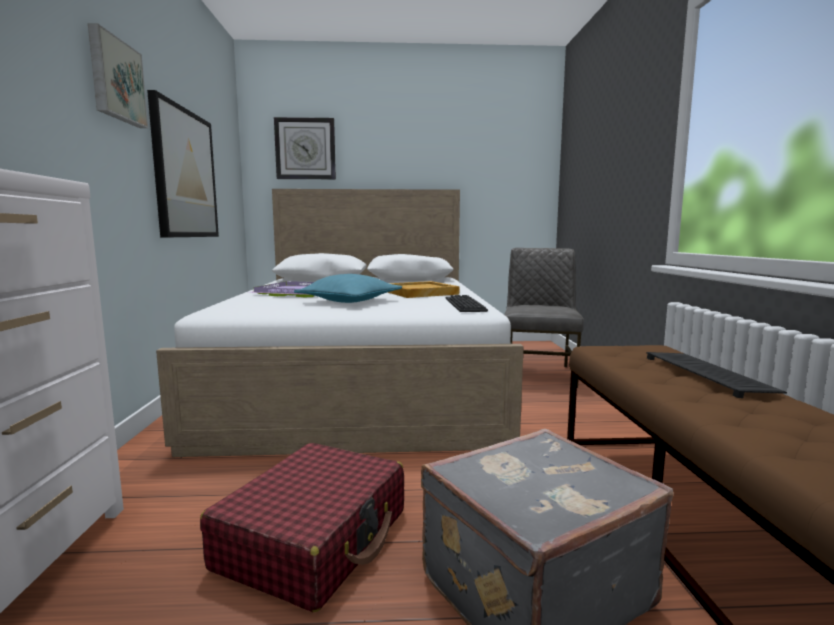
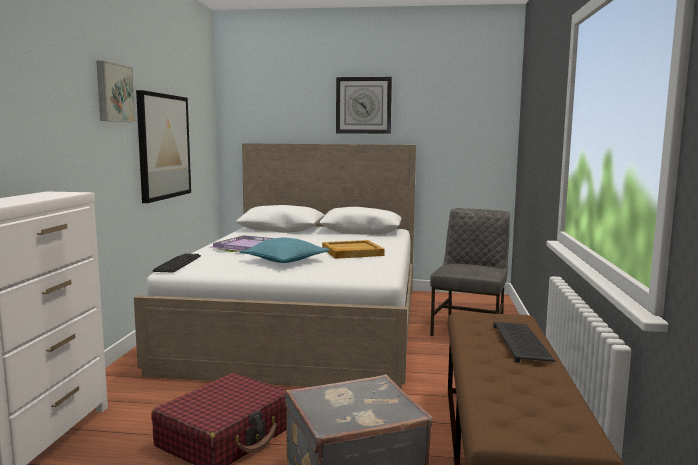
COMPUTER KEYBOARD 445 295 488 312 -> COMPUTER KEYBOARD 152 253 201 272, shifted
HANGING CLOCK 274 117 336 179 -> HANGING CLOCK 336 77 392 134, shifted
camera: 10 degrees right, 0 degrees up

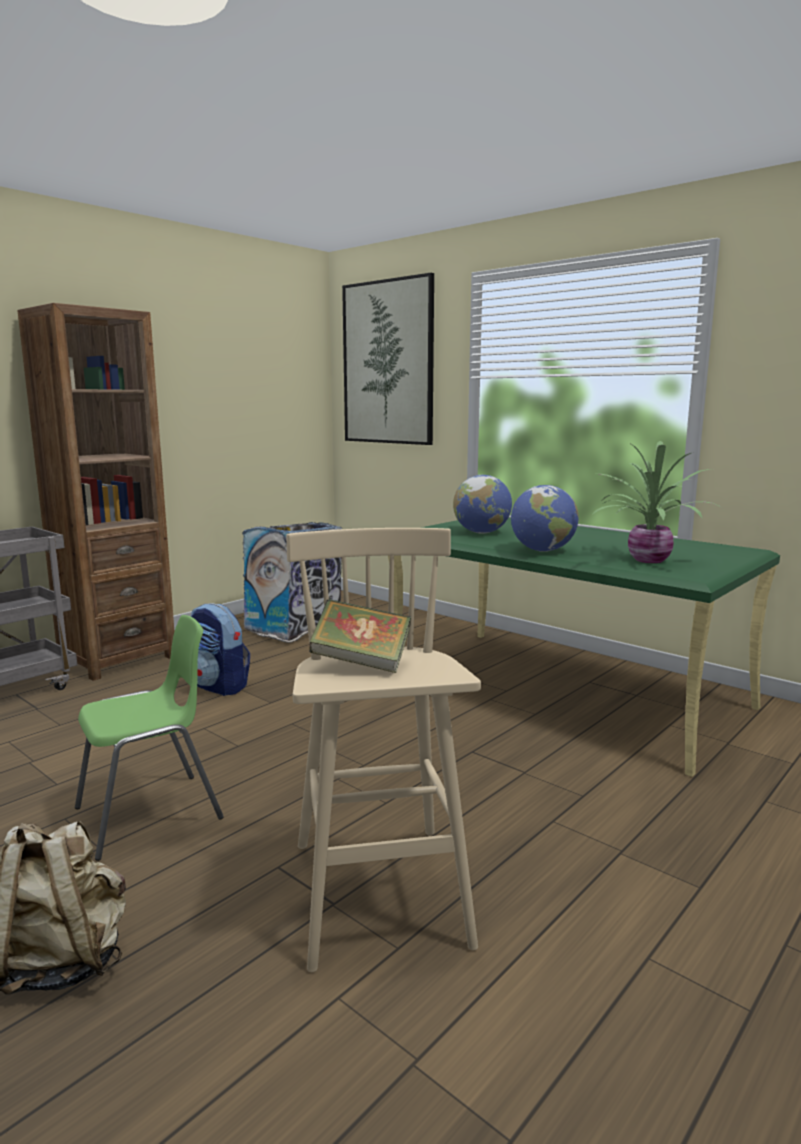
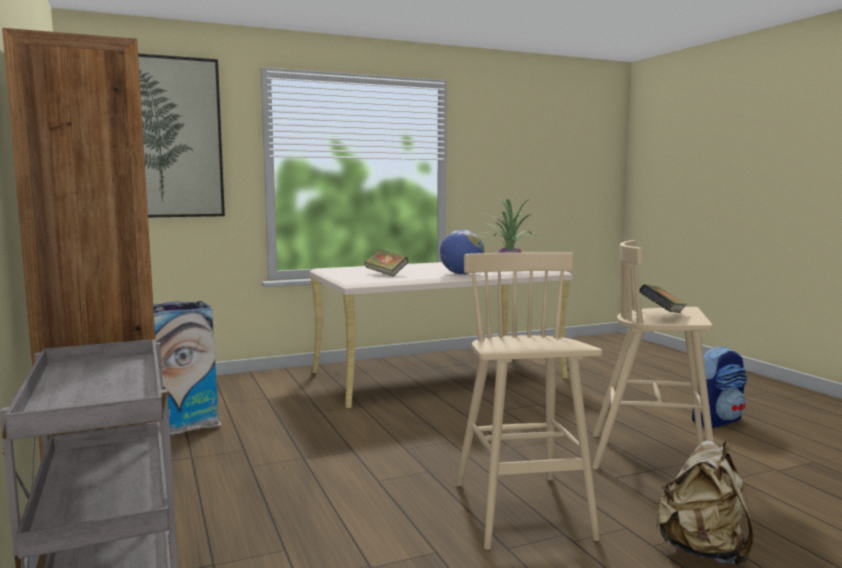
GREEN DESK TABLE 388 518 780 777 -> BEIGE DESK TABLE 310 262 572 408
GLOBE 453 475 512 534 -> BOOK 365 249 408 277
GREEN UPRIGHT CHAIR 75 615 224 861 -> BEIGE STOOL 456 252 602 550
RUCKSACK 191 603 250 696 -> RUCKSACK 692 346 748 428, shifted
camera: 65 degrees left, 5 degrees down

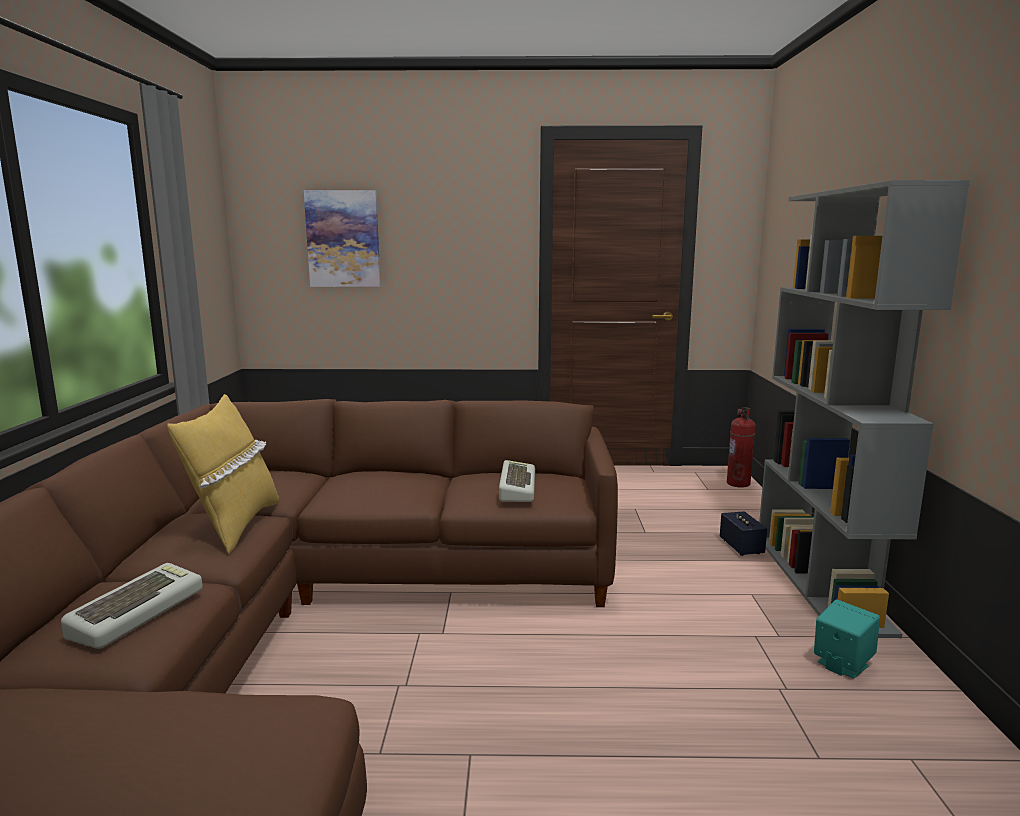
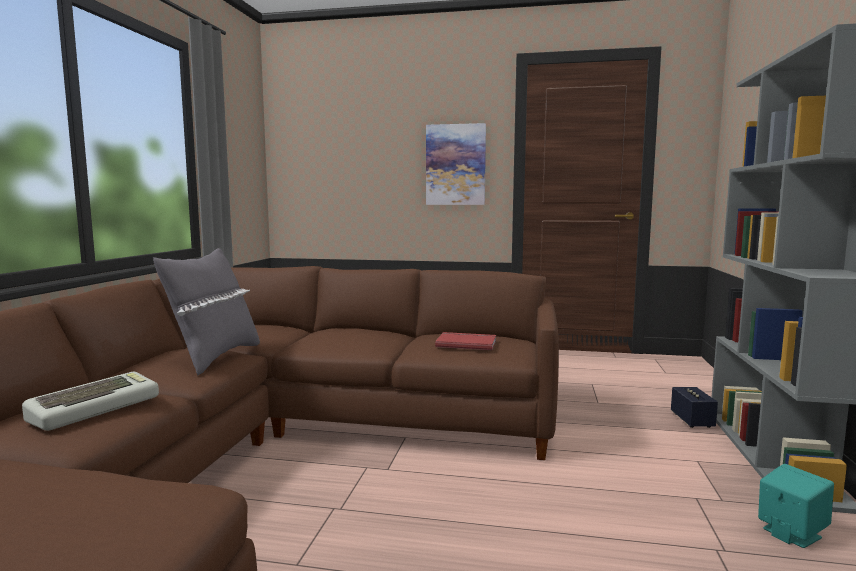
YELLOW-COLOURED THROW PILLOW 167 394 279 554 -> GREYISH THROW PILLOW 153 248 260 375
PICTURE 304 190 381 287 -> PICTURE 426 123 486 205, shifted
COMPUTER KEYBOARD 499 460 535 502 -> RED-COLOURED BOOK 435 332 496 350
EXTINGUISHER 727 407 755 488 -> none
camera: 10 degrees right, 5 degrees down

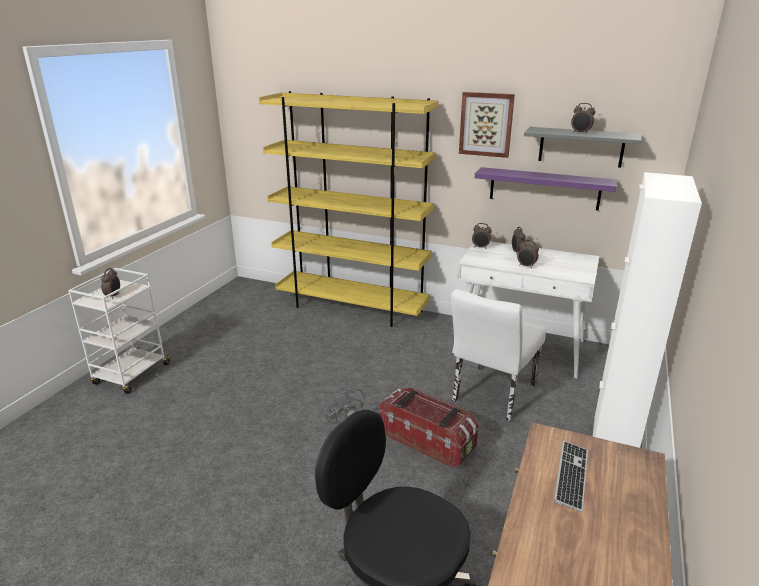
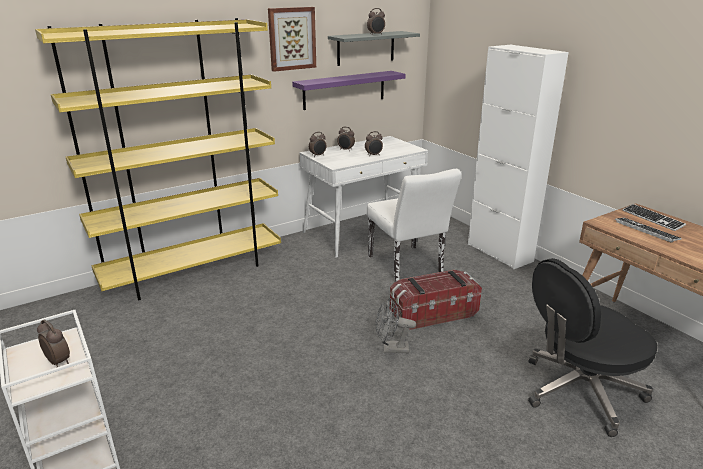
none -> COMPUTER KEYBOARD 622 204 686 231
camera: 55 degrees left, 0 degrees up

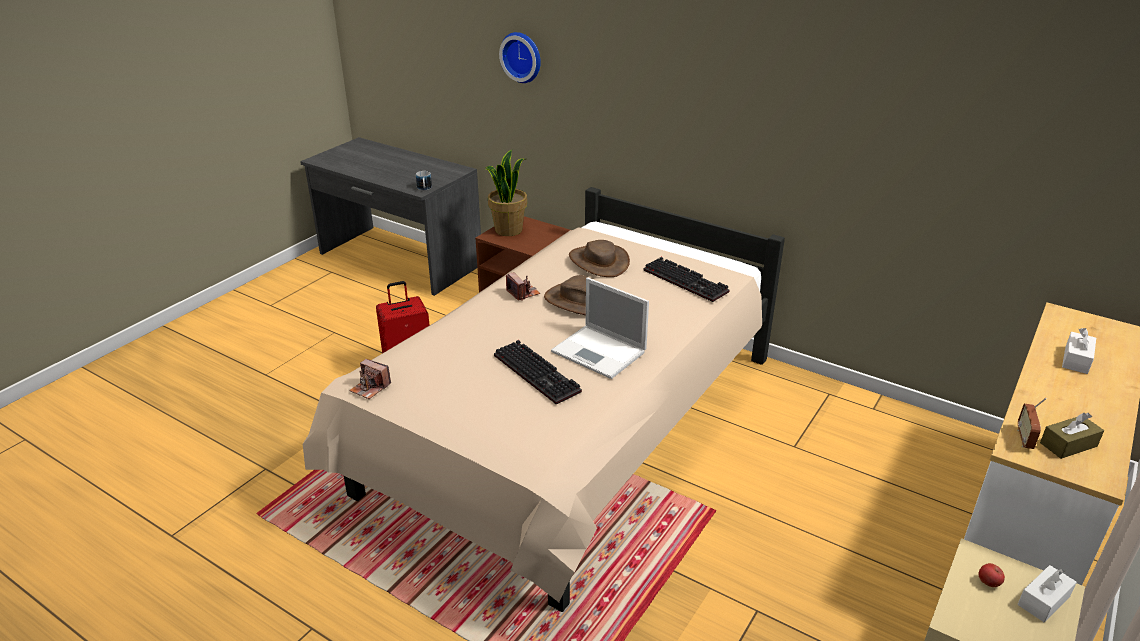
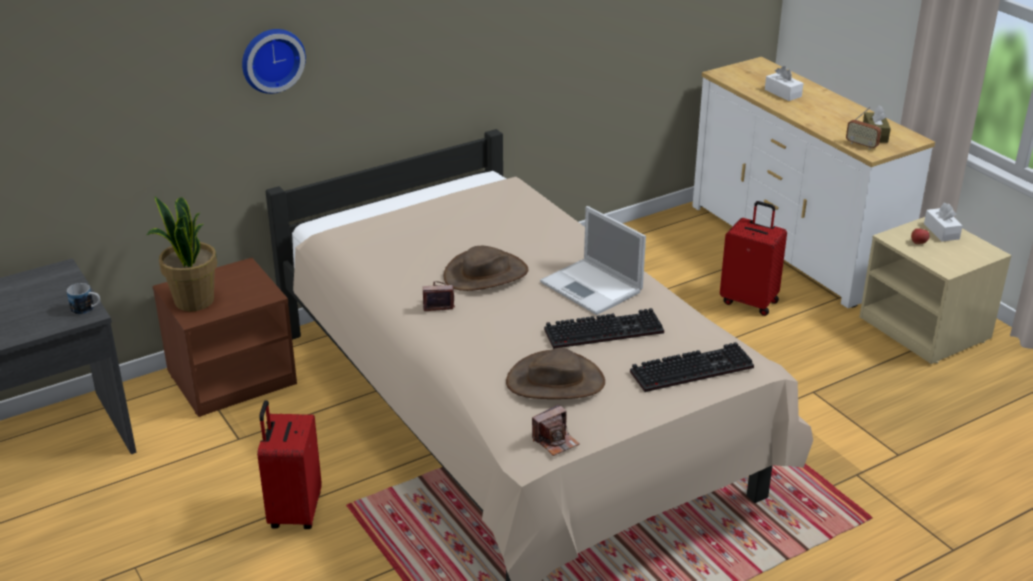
HANGING CLOCK 499 32 541 83 -> HANGING CLOCK 242 29 306 94, shifted
BROWN-COLOURED CLOTHING HAT 569 240 630 277 -> BROWN-COLOURED CLOTHING HAT 506 348 605 399, shifted
PORTABLE COMPUTER 551 278 649 379 -> PORTABLE COMPUTER 540 206 646 315, 75 degrees clockwise
COMPUTER KEYBOARD 644 257 729 302 -> COMPUTER KEYBOARD 630 342 754 392, shifted
none -> RED-COLOURED PIECE OF LUGGAGE 720 201 787 316
camera: 65 degrees left, 0 degrees up

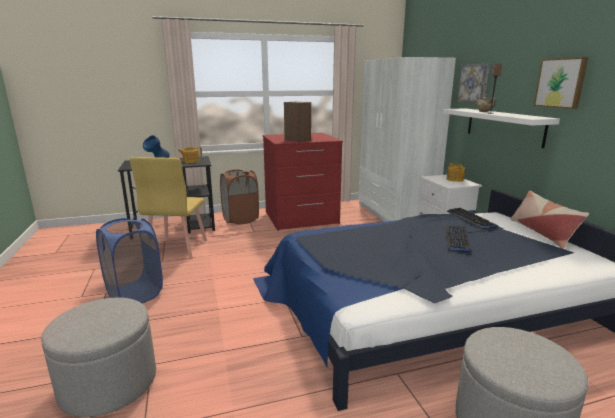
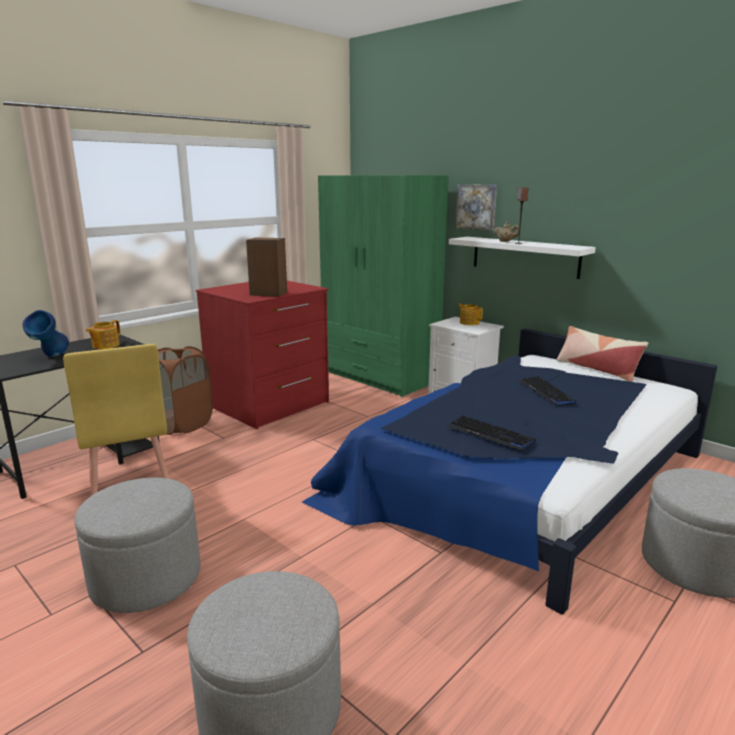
BLUE-COLOURED HAMPER 96 218 163 303 -> GREYISH POUFFE 74 478 200 613
WHITISH WARDROBE 358 57 456 222 -> GREEN WARDROBE 318 175 448 397
COMPUTER KEYBOARD 446 208 498 229 -> COMPUTER KEYBOARD 448 416 536 450, shifted
PICTURE 534 57 589 109 -> none
camera: 30 degrees left, 0 degrees up

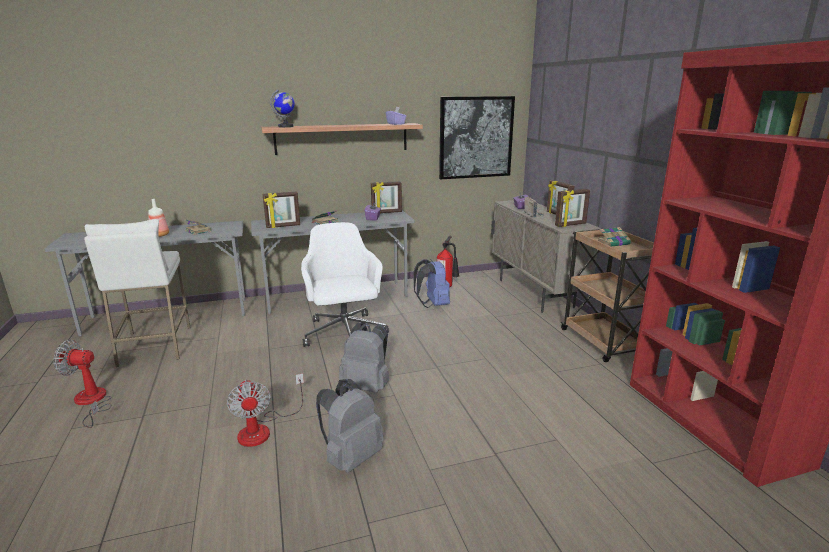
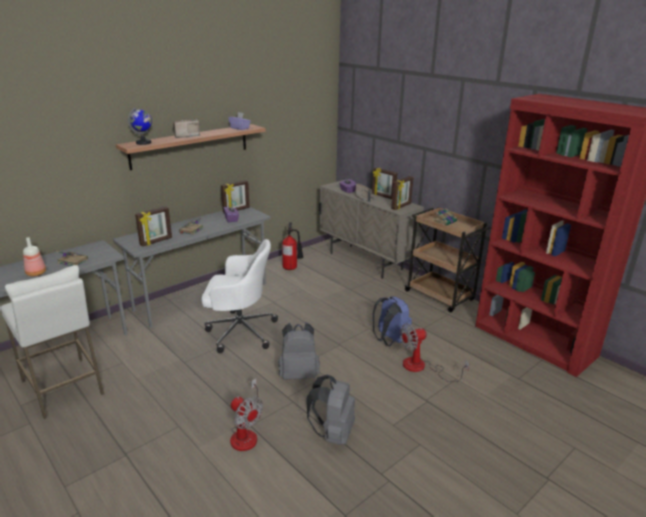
none -> RADIO SET 173 119 201 138
WHITISH DESK CHAIR 301 222 389 347 -> WHITISH DESK CHAIR 201 239 278 353, 135 degrees clockwise
BLUE-COLOURED RUCKSACK 413 259 450 308 -> BLUE-COLOURED RUCKSACK 373 296 412 346, shifted
COOLING FAN 53 340 111 428 -> COOLING FAN 400 323 470 382, shifted
PICTURE 439 96 515 179 -> none
camera: 25 degrees left, 5 degrees up

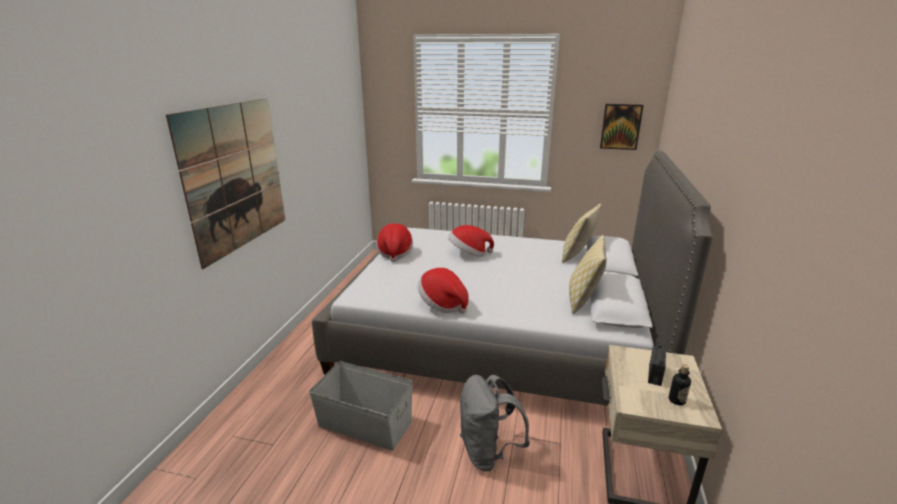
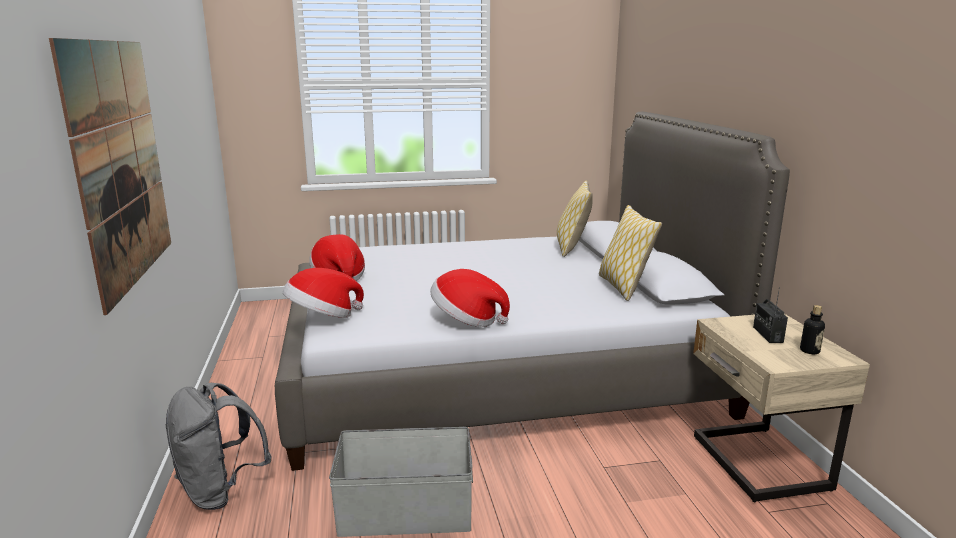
GREYISH RUCKSACK 460 375 530 471 -> GREYISH RUCKSACK 165 383 272 510, shifted
CLOTHING HAT 448 225 494 257 -> CLOTHING HAT 283 268 364 318, shifted
PICTURE 600 104 644 150 -> none
camera: 25 degrees left, 5 degrees down

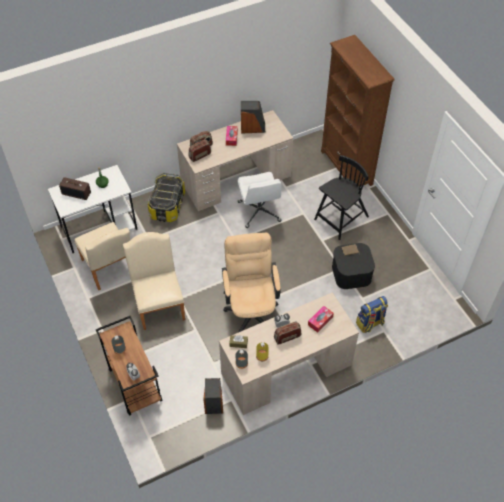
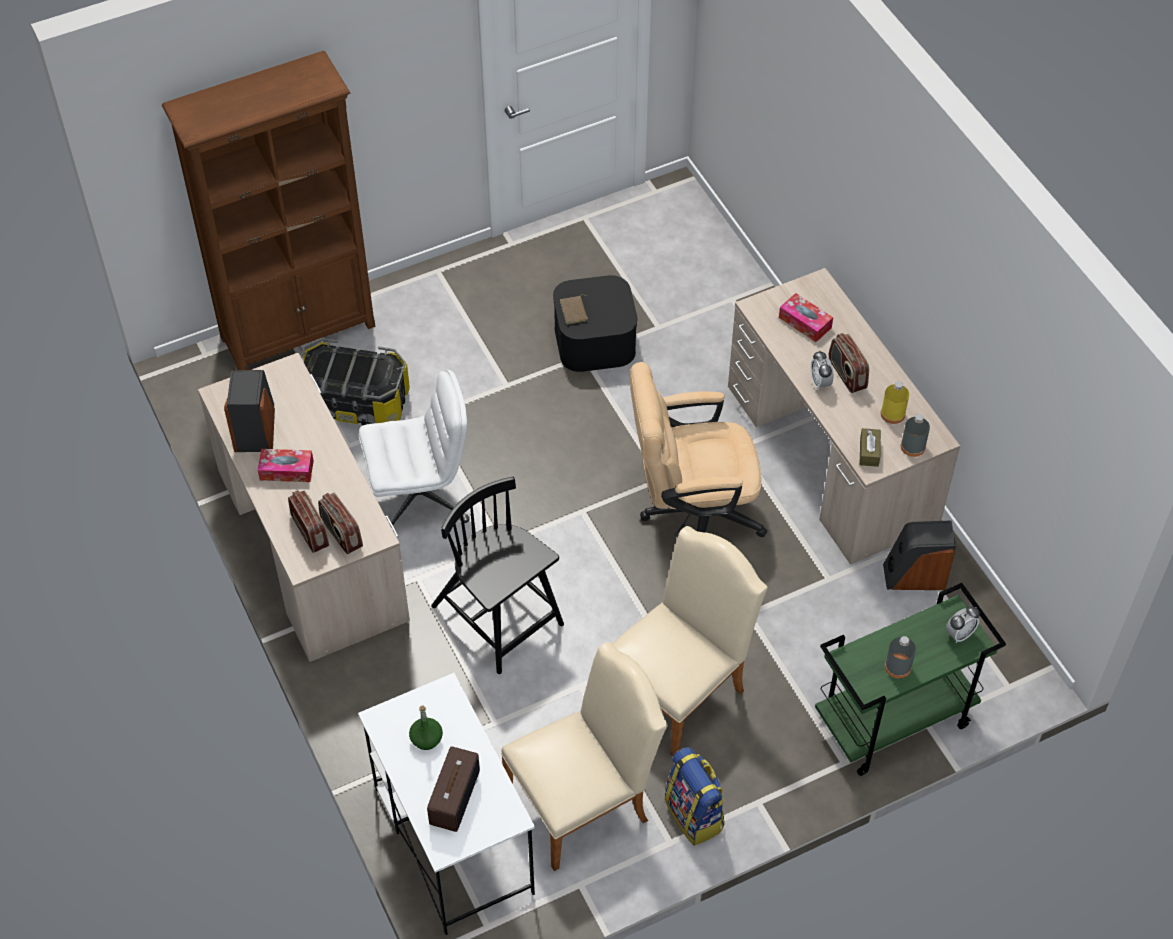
STORAGE BIN 147 173 185 222 -> STORAGE BIN 301 338 410 425, shifted
BLACK UPRIGHT CHAIR 314 155 369 240 -> BLACK UPRIGHT CHAIR 431 477 564 674, shifted
BEIGE UPRIGHT CHAIR 123 232 185 330 -> BEIGE UPRIGHT CHAIR 612 526 768 756, 150 degrees clockwise
RUCKSACK 356 296 388 333 -> RUCKSACK 665 747 725 846, shifted
BROWN-COLOURED CART 96 316 162 416 -> GREEN CART 815 583 1006 776
camera: 90 degrees left, 0 degrees up

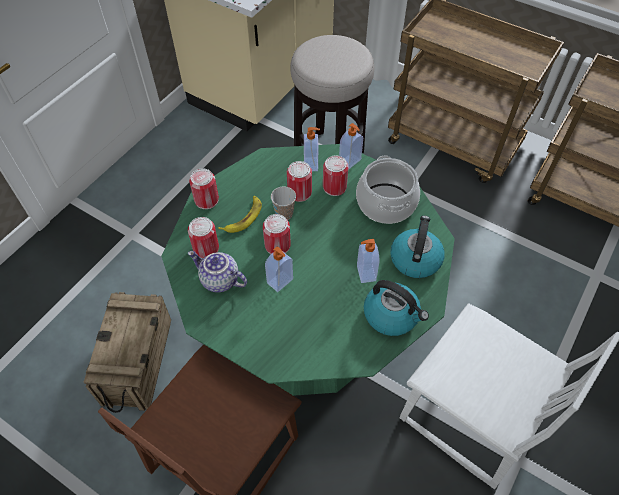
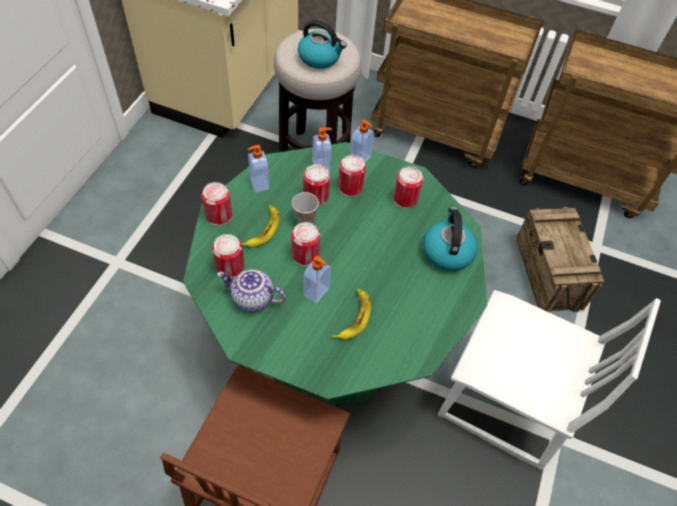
LIQUID SOAP BOTTLE 357 239 380 283 -> LIQUID SOAP BOTTLE 248 145 269 193, shifted
TEA KETTLE 364 280 429 336 -> TEA KETTLE 298 20 347 69, shifted
none -> BANANA FRUIT 332 289 371 339
COOKING POT 356 156 420 224 -> CAN 393 166 424 209
CRATE 83 292 171 413 -> CRATE 516 207 604 313, shifted
camera: 15 degrees left, 0 degrees up

